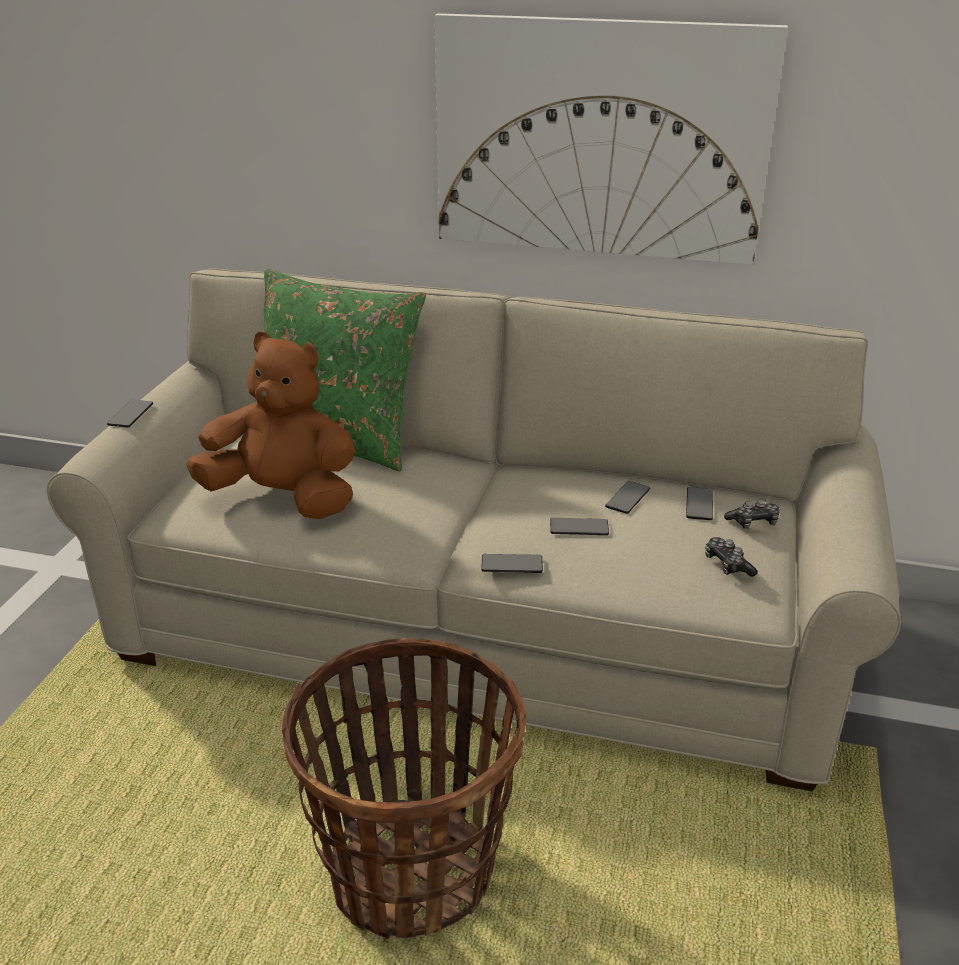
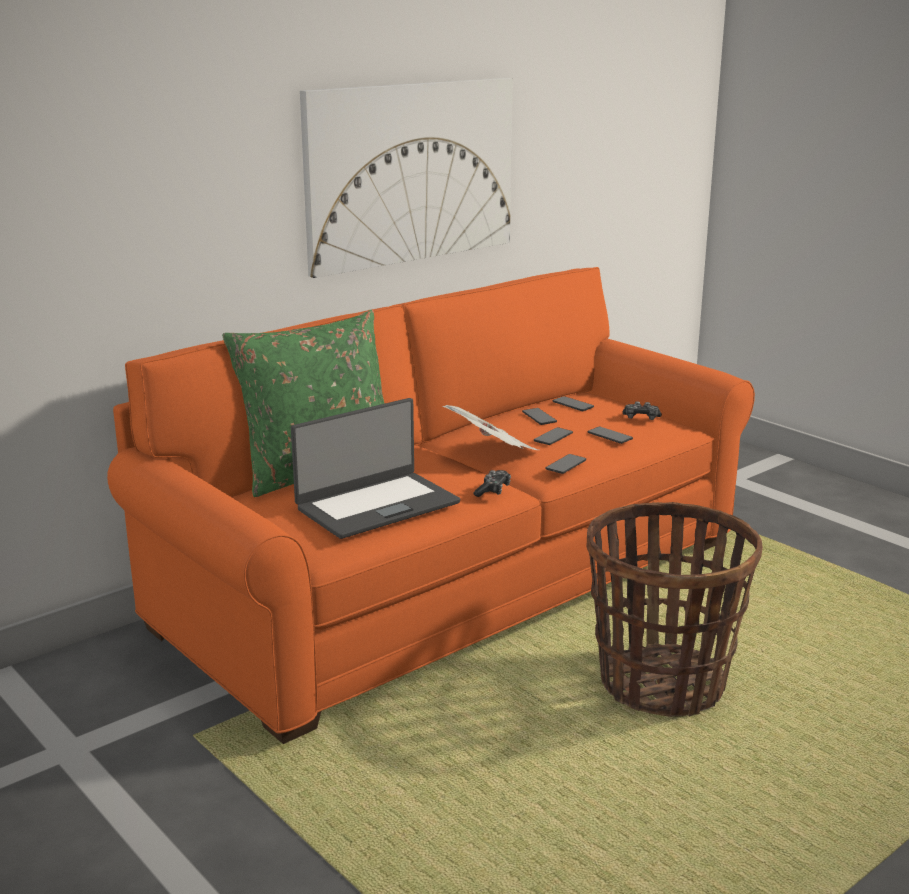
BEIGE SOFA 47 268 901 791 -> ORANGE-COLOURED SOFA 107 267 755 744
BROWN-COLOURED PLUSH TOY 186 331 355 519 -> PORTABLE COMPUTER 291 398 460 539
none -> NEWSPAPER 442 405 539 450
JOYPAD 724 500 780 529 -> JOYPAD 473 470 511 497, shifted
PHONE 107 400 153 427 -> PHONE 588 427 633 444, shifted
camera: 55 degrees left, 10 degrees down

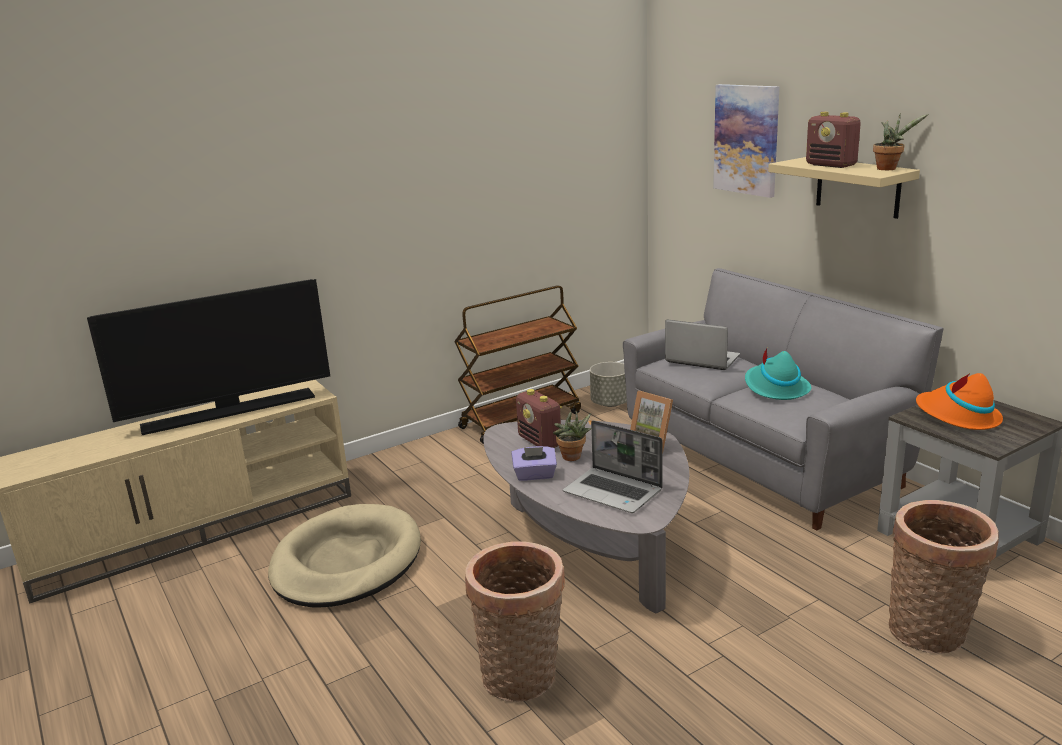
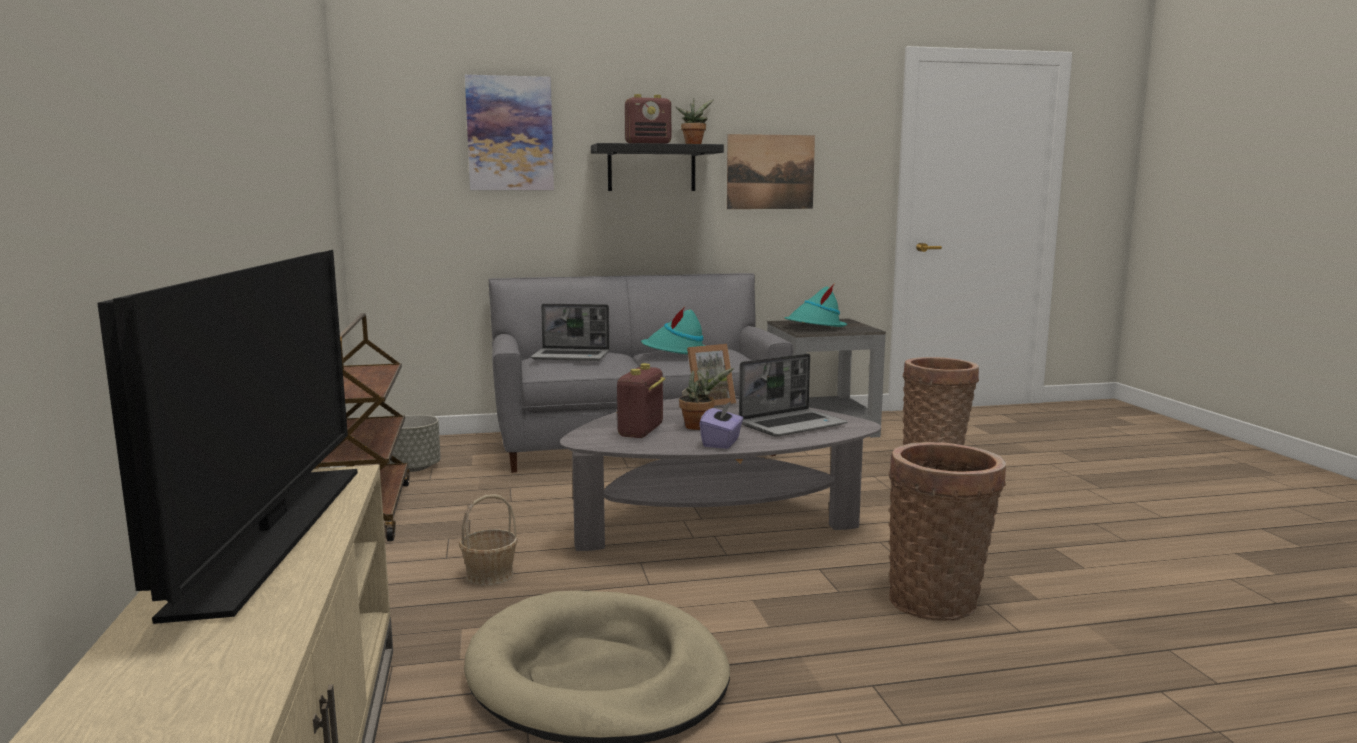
none -> HOUSEHOLD BASKET 459 494 518 585
PORTABLE COMPUTER 665 319 740 370 -> PORTABLE COMPUTER 531 304 609 361, 135 degrees counterclockwise
BEIGE BRACKET SHELF 768 157 920 219 -> BLACK BRACKET SHELF 591 143 724 191
RADIO SET 516 389 562 448 -> RADIO SET 617 363 665 438, 120 degrees clockwise
none -> PICTURE 727 134 815 209
ORANGE-COLOURED CLOTHING HAT 916 373 1003 430 -> TURQUOISE CLOTHING HAT 784 283 847 327
camera: 70 degrees left, 10 degrees down

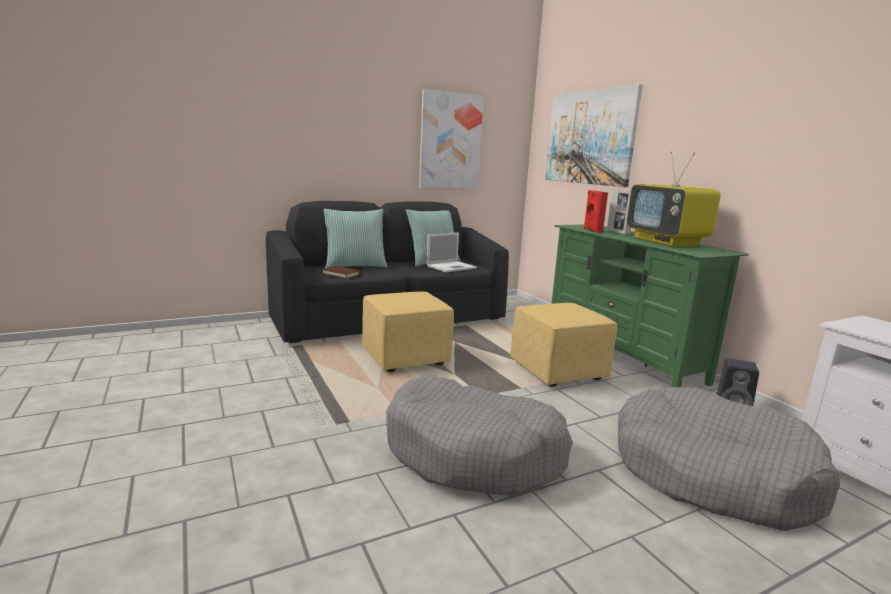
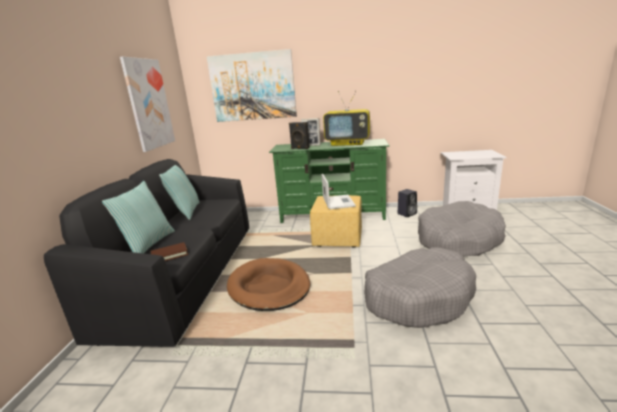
YELLOW-COLOURED POUFFE 362 291 454 372 -> BROWN-COLOURED DOG CUSHION 227 258 310 311
RED-COLOURED LOUDSPEAKER 584 190 608 233 -> BLACK LOUDSPEAKER 289 122 309 149
PORTABLE COMPUTER 426 232 477 272 -> PORTABLE COMPUTER 322 174 356 209, shifted
camera: 55 degrees left, 5 degrees up

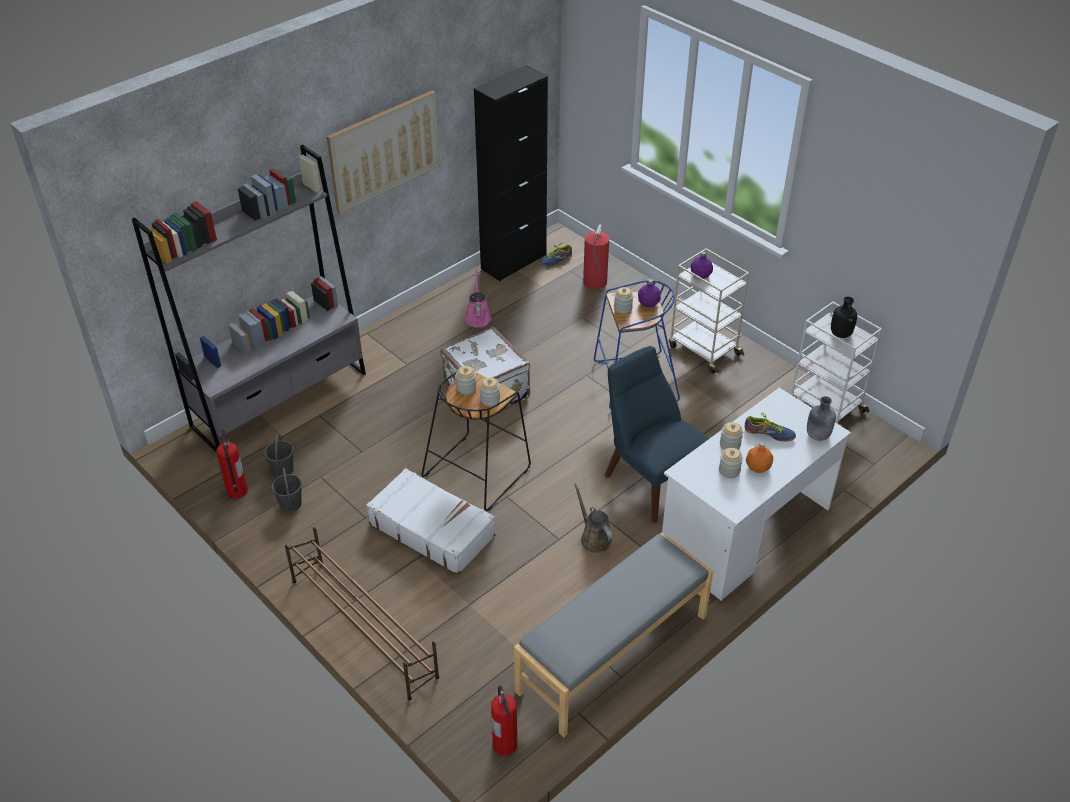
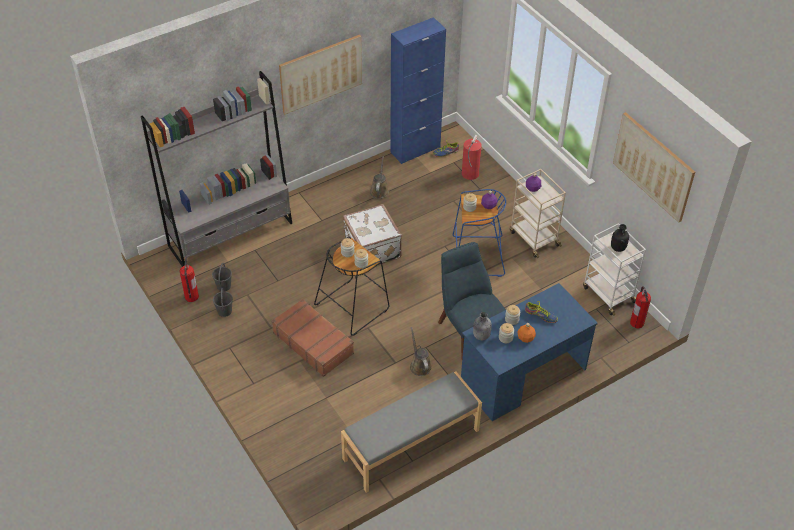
WHITISH PIECE OF LUGGAGE 366 468 495 575 -> BROWN-COLOURED PIECE OF LUGGAGE 272 299 354 377
PINK SPRINKLING CAN 465 269 491 327 -> BROWN-COLOURED SPRINKLING CAN 370 156 389 199
BLACK STORAGE CABINET 474 65 548 281 -> BLUE-COLOURED STORAGE CABINET 390 17 446 164
WHITISH DESK TABLE 662 388 851 600 -> BLUE-COLOURED DESK TABLE 461 283 598 421
GREYISH DRINK BOTTLE 807 396 836 441 -> GREYISH DRINK BOTTLE 473 312 492 340, shifted
none -> PICTURE 613 112 695 223
EXTINGUISHER 491 685 517 756 -> EXTINGUISHER 630 286 651 329, shifted
BROWN-COLOURED SHOE STAND 285 527 439 700 -> none
camera: 10 degrees right, 5 degrees up

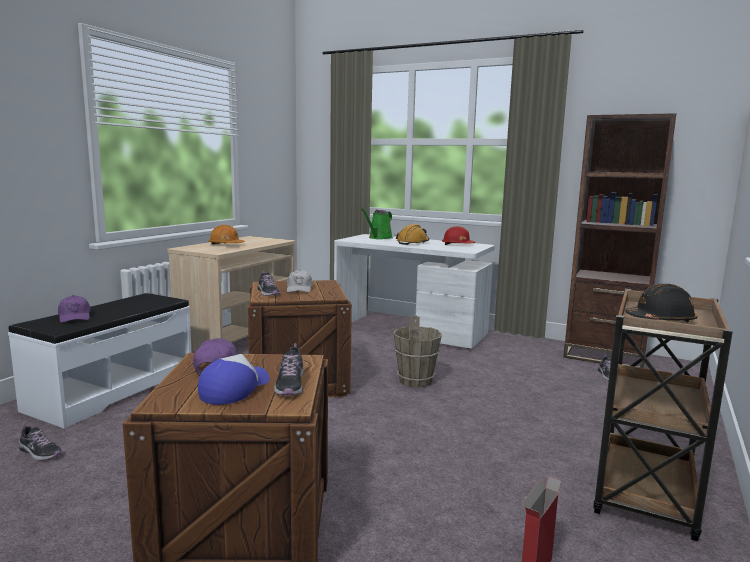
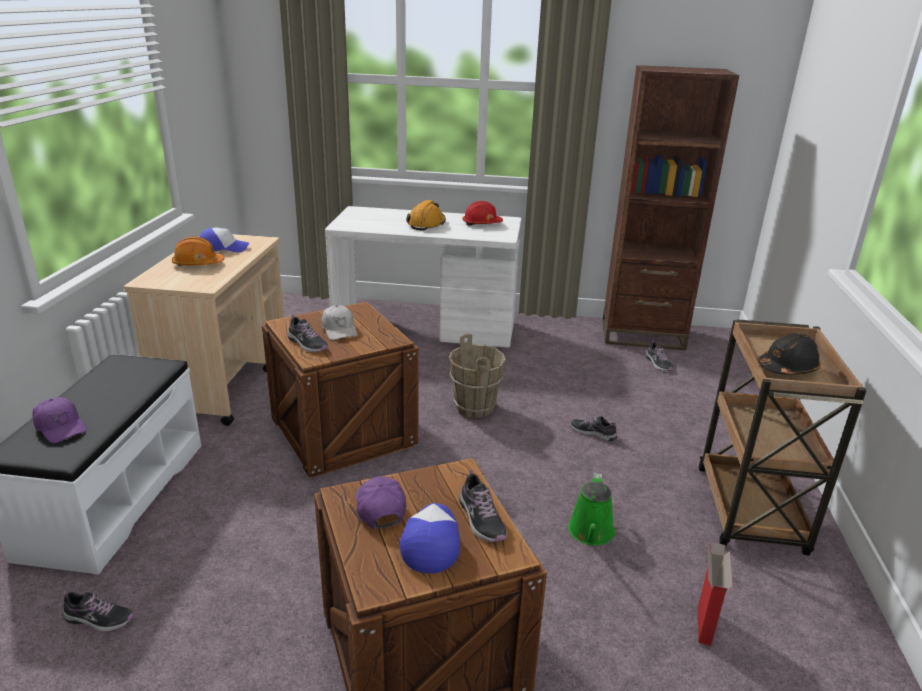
none -> CAP 199 227 249 252
GREEN SPRINKLING CAN 361 208 393 239 -> GREEN SPRINKLING CAN 568 473 615 546, shifted
none -> LOW SHOE 570 416 617 441
camera: 20 degrees left, 15 degrees up

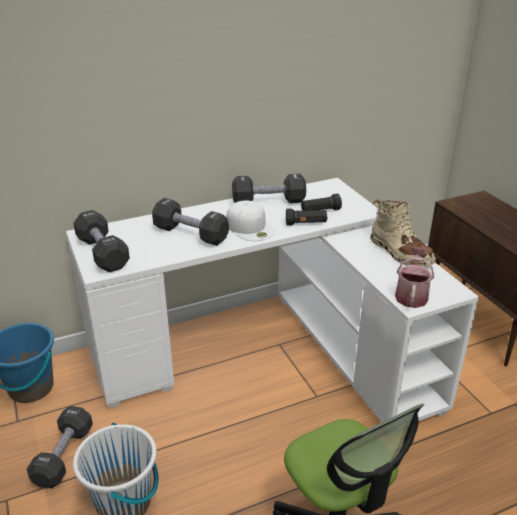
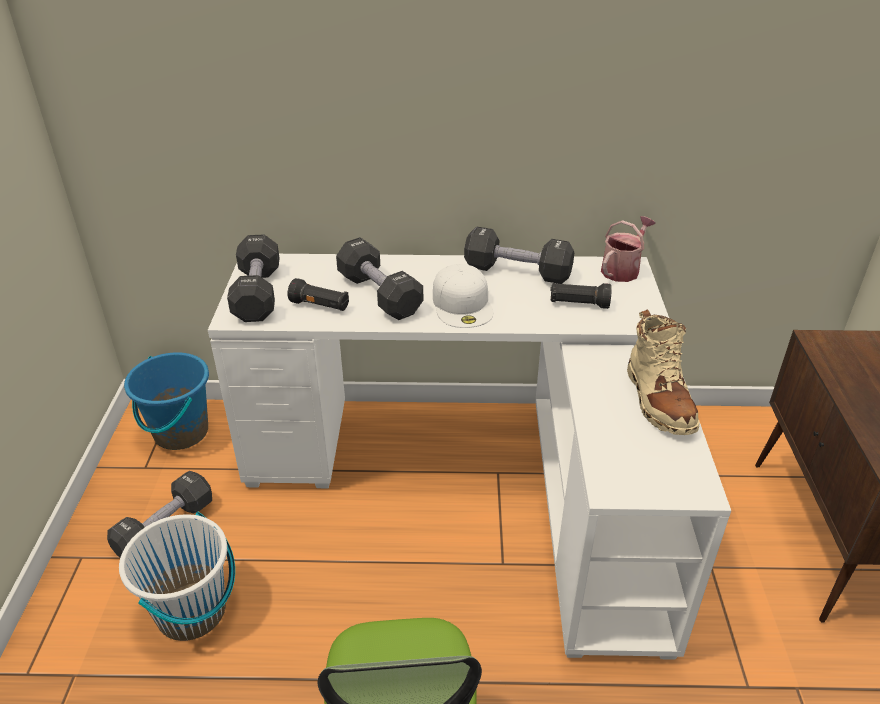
BLACK TORCH 286 208 328 226 -> BLACK TORCH 287 278 349 311, shifted
SPRINKLING CAN 395 248 434 308 -> SPRINKLING CAN 601 216 655 282, shifted
camera: 25 degrees right, 5 degrees up

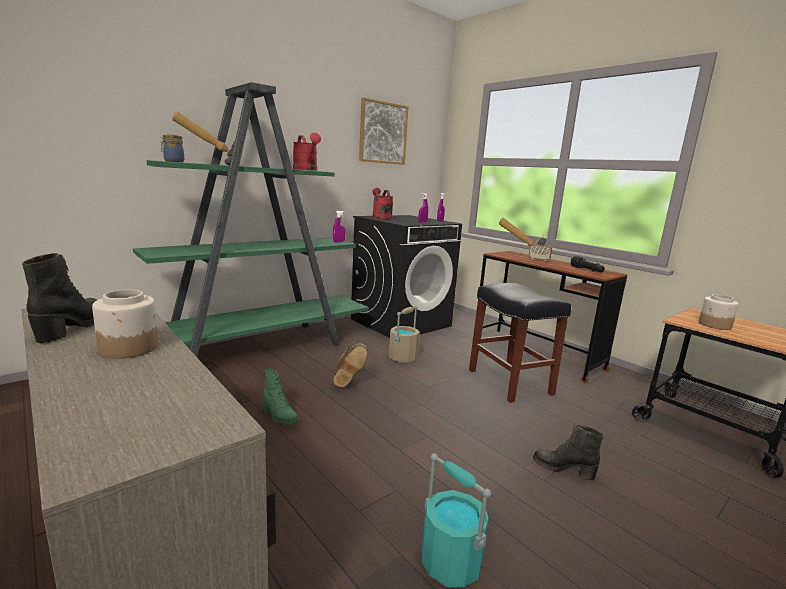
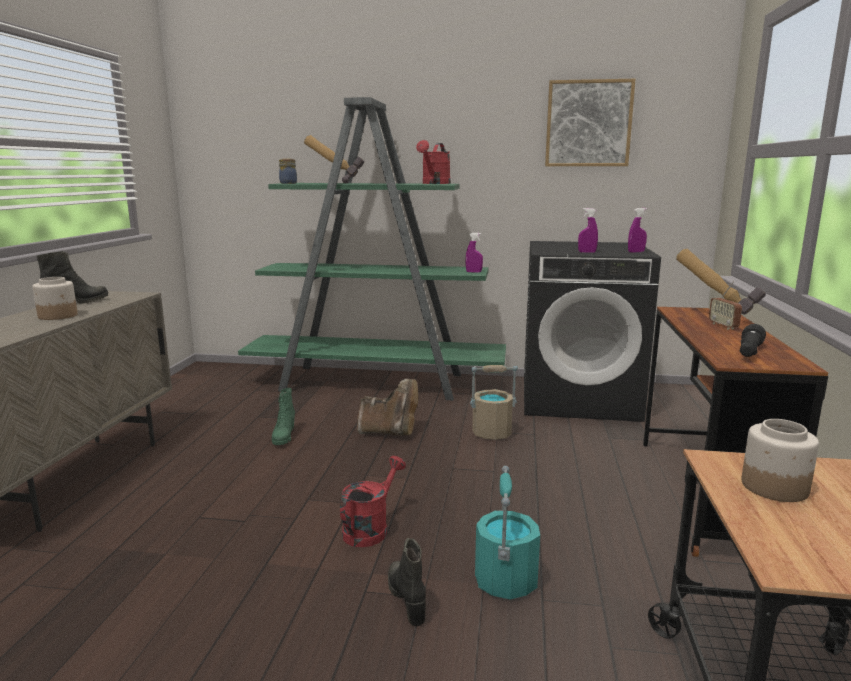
RED-COLOURED SPRINKLING CAN 372 188 394 219 -> RED-COLOURED SPRINKLING CAN 340 456 406 547, shifted
BROWN-COLOURED TALL BOOT 333 343 368 387 -> BROWN-COLOURED TALL BOOT 357 379 418 436, 120 degrees counterclockwise
TURQUOISE BUCKET 422 453 491 587 -> TURQUOISE BUCKET 475 466 540 600, shifted
BLACK STOOL 469 283 571 403 -> none
camera: 50 degrees right, 0 degrees up

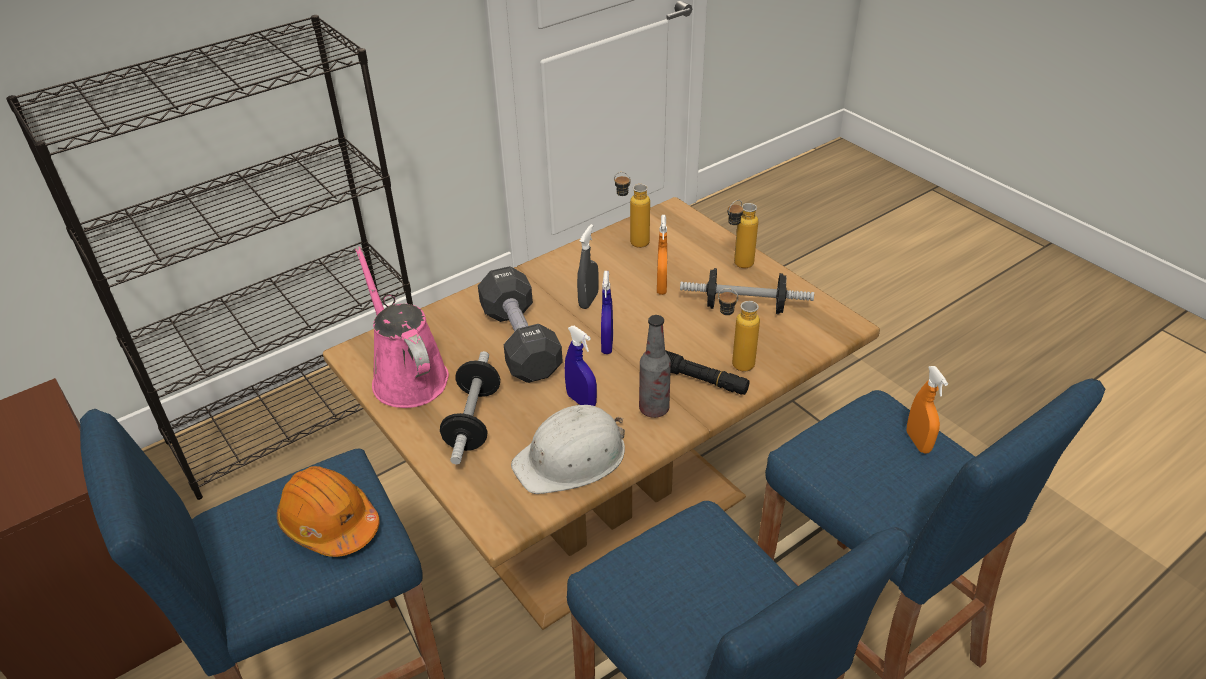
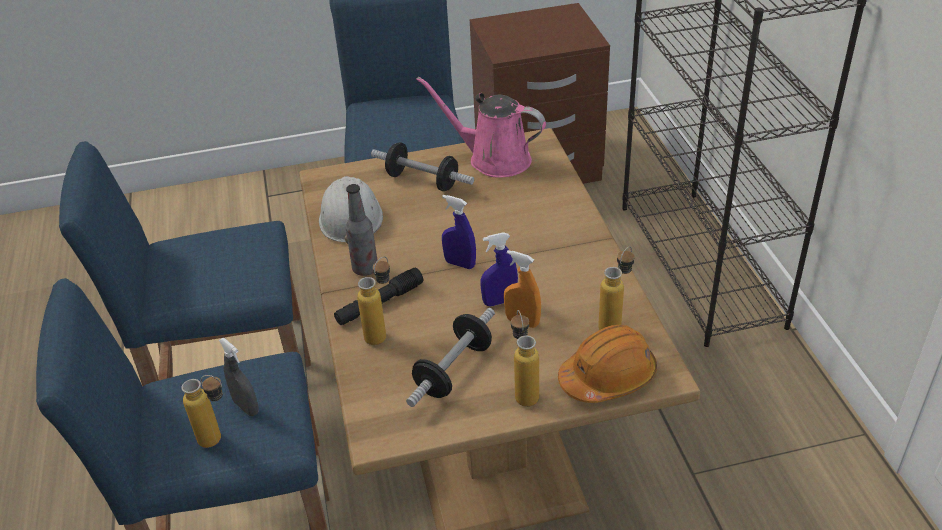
ORANGE-COLOURED SPRAYER 906 366 948 454 -> DRINK BOTTLE 182 375 223 448
GREYISH SPRAYER 577 224 599 309 -> GREYISH SPRAYER 219 338 259 416, shifted
PINK SPRINKLING CAN 355 247 449 408 -> PINK SPRINKLING CAN 416 77 546 178, 150 degrees counterclockwise
BLUE-COLOURED SPRAYER 565 326 597 406 -> BLUE-COLOURED SPRAYER 481 232 518 306, shifted
ORANGE-COLOURED WORK HELMET 277 466 380 557 -> ORANGE-COLOURED WORK HELMET 558 325 657 403, shifted
BLACK DUMBBELL 478 266 563 383 -> none
camera: 115 degrees right, 0 degrees up

